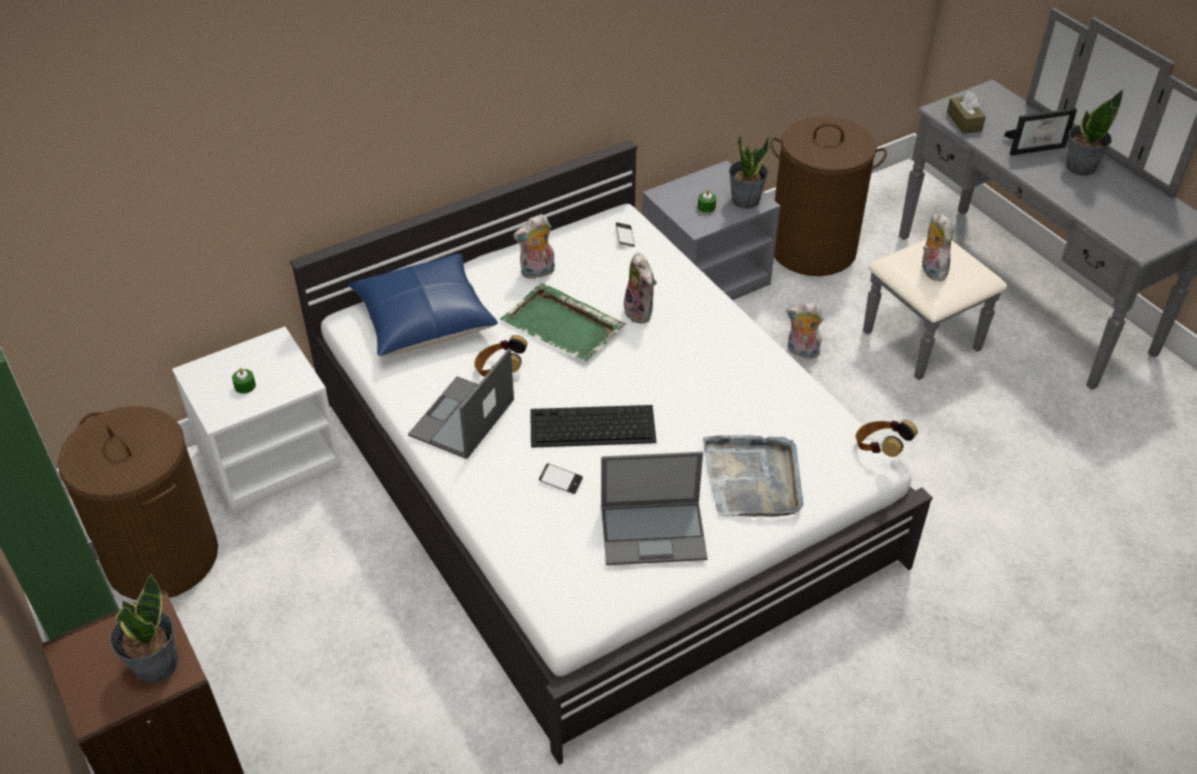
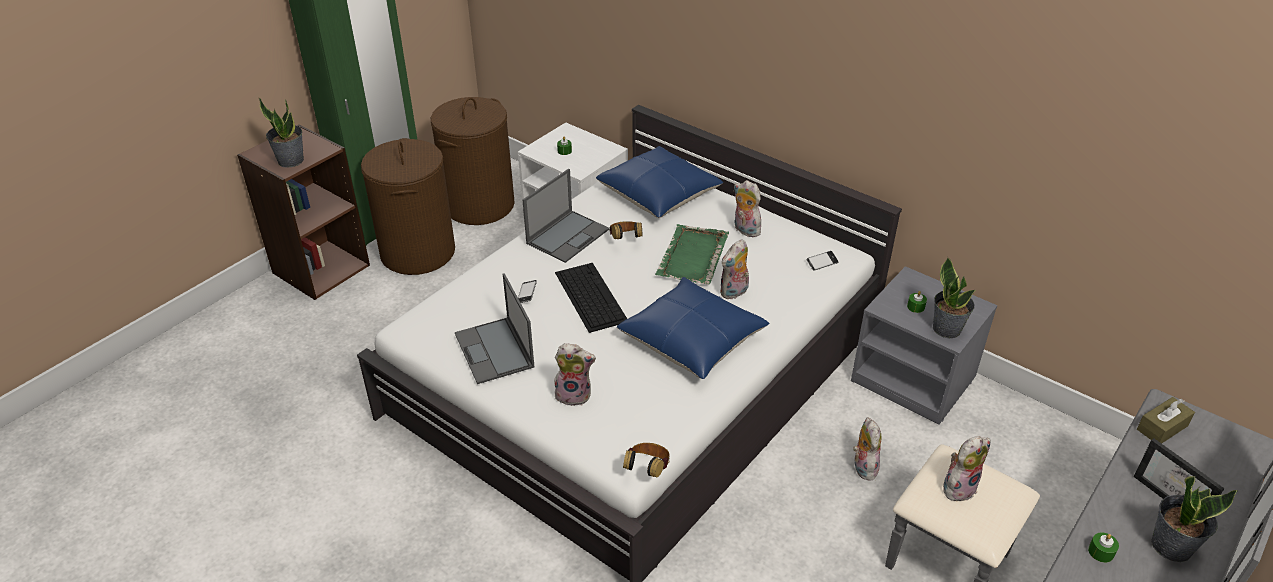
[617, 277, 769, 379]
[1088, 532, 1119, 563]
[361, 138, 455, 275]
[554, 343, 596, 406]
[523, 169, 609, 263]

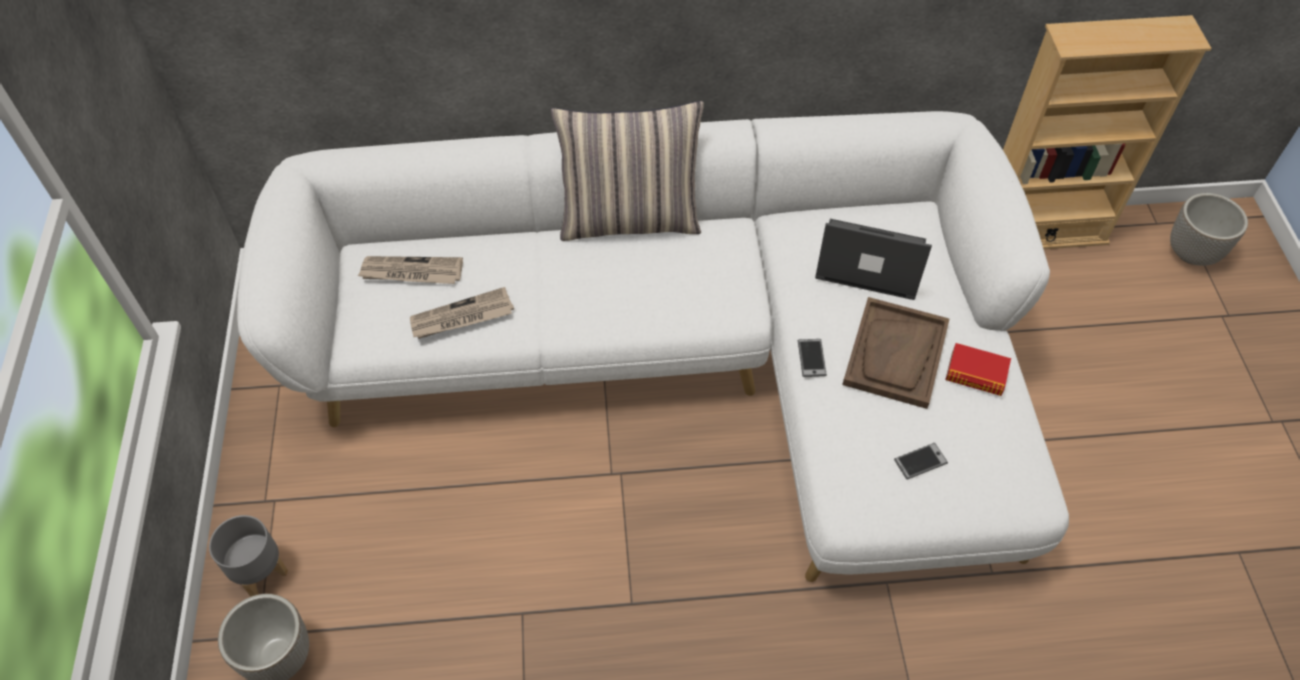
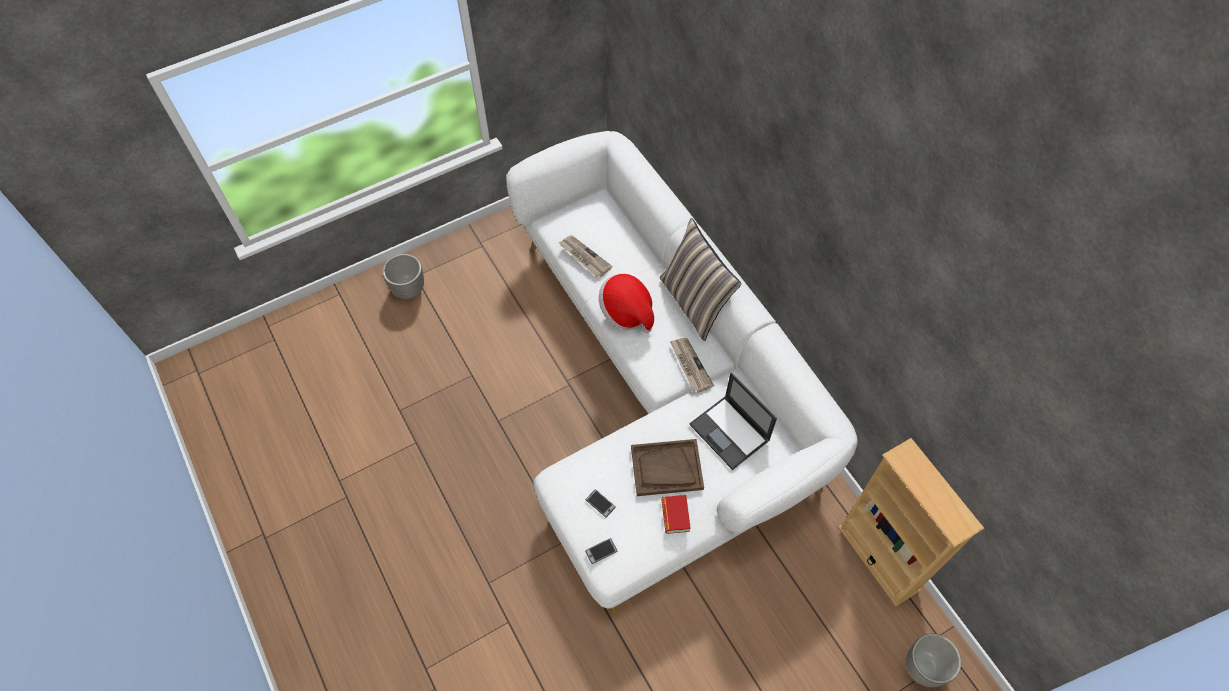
[209, 515, 288, 597] (first image)
[599, 273, 654, 333]
[670, 338, 714, 392]
[585, 538, 618, 564]
[690, 373, 777, 470]

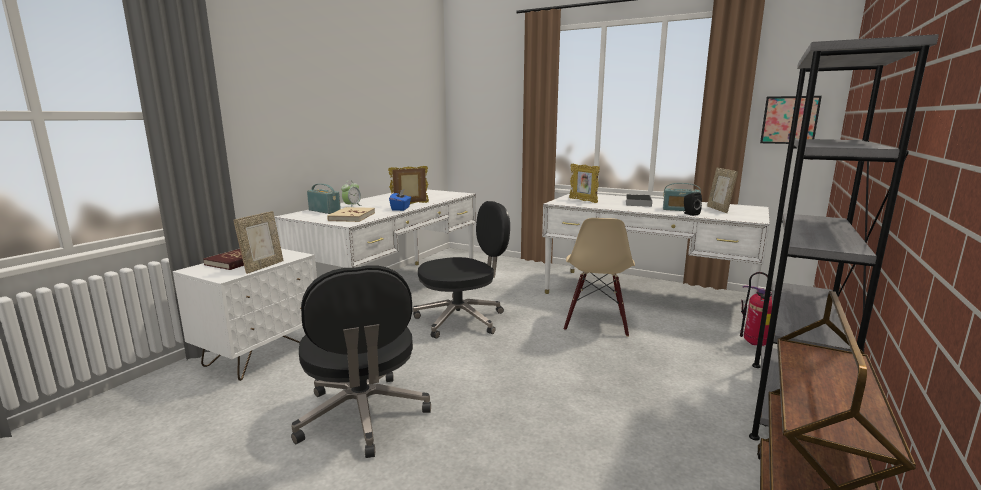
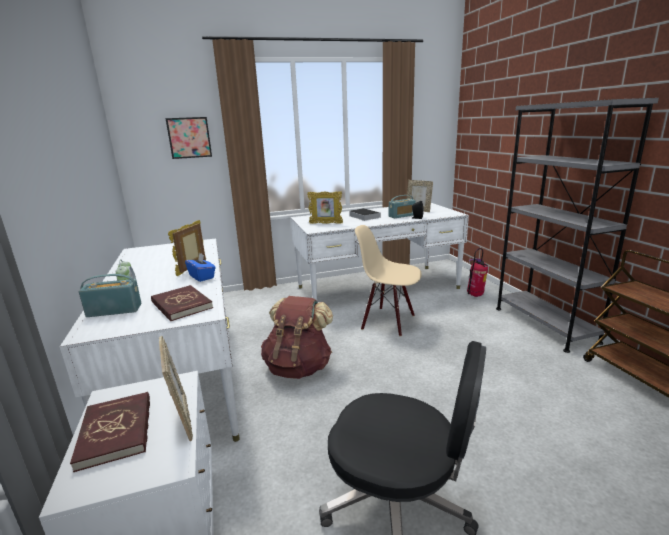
[166, 117, 212, 159]
[261, 296, 333, 379]
[151, 285, 213, 321]
[355, 225, 422, 337]

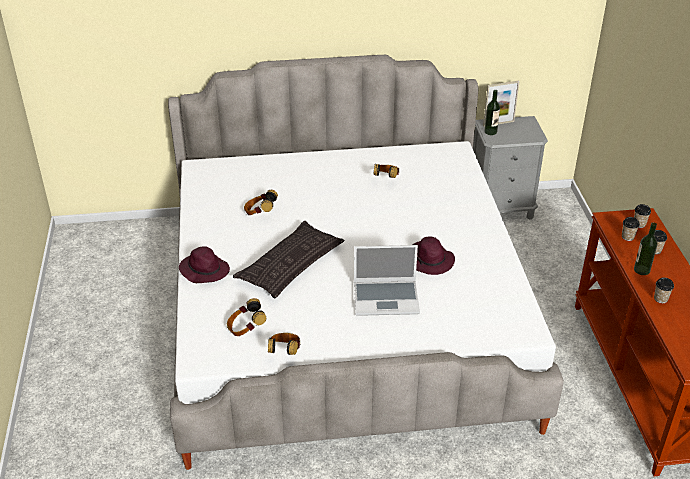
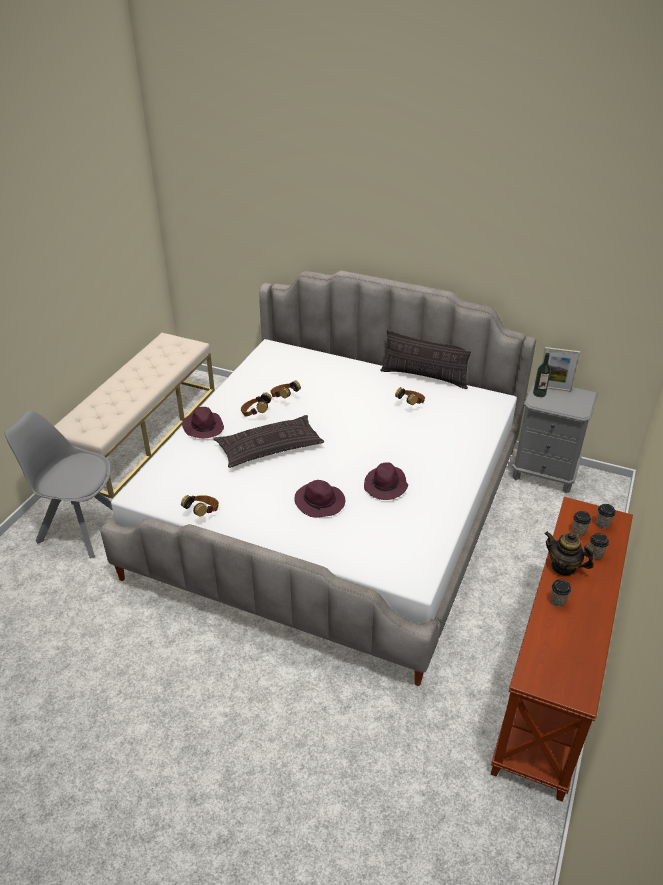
[5, 410, 113, 558]
[54, 333, 215, 499]
[380, 330, 471, 389]
[241, 392, 272, 417]
[294, 480, 345, 518]
[545, 531, 594, 576]

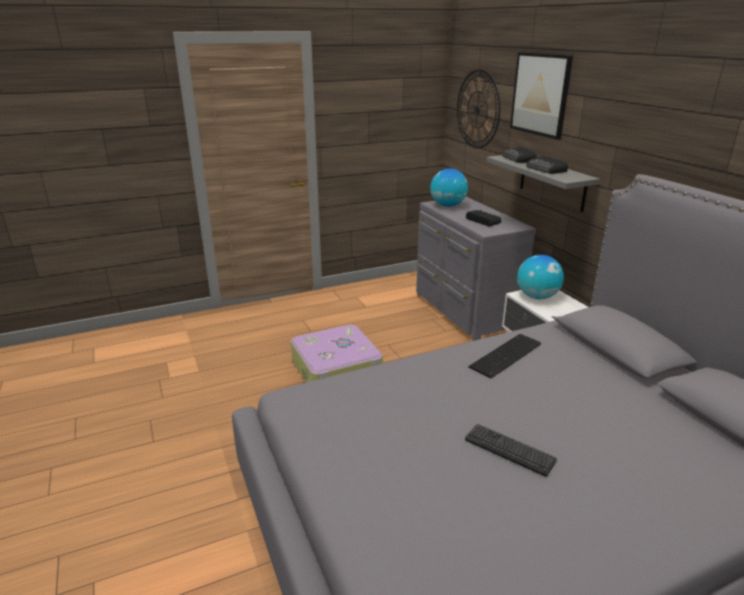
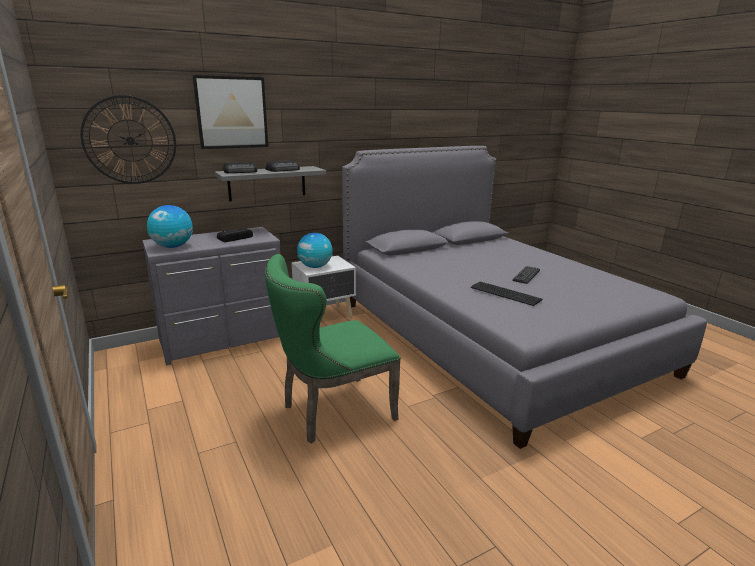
[471, 281, 543, 306]
[265, 254, 401, 443]

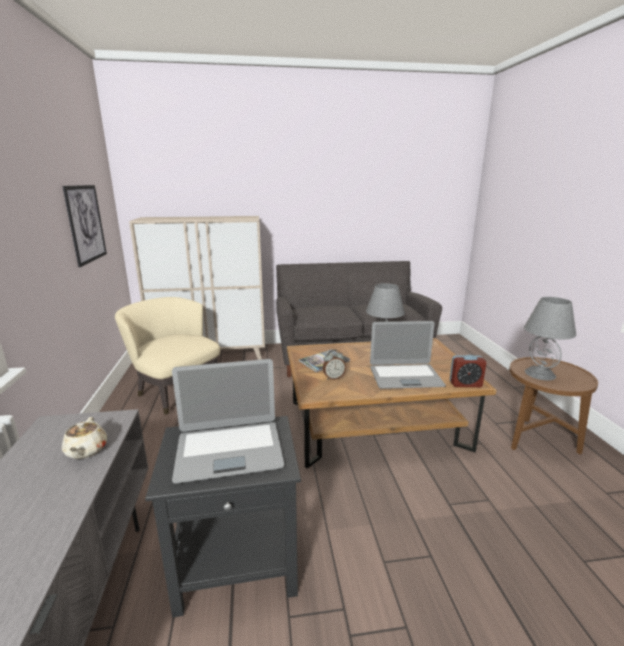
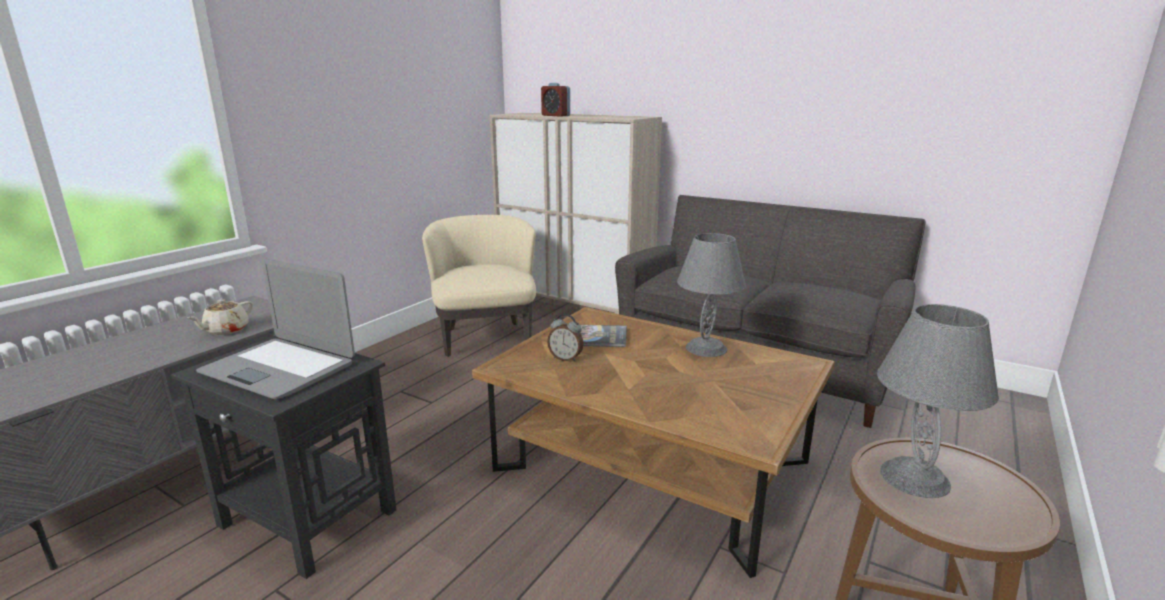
[62, 185, 107, 267] (first image)
[370, 321, 446, 389] (first image)
[541, 83, 570, 117]

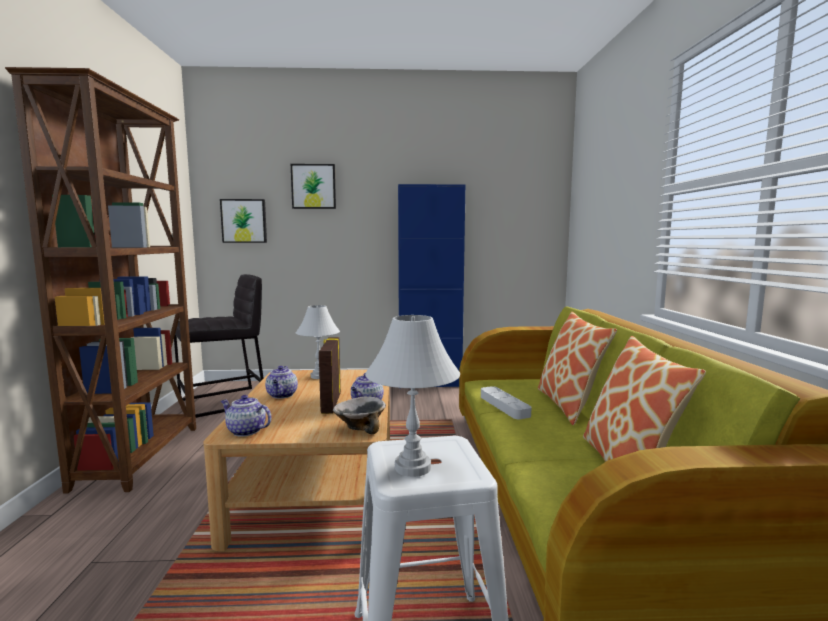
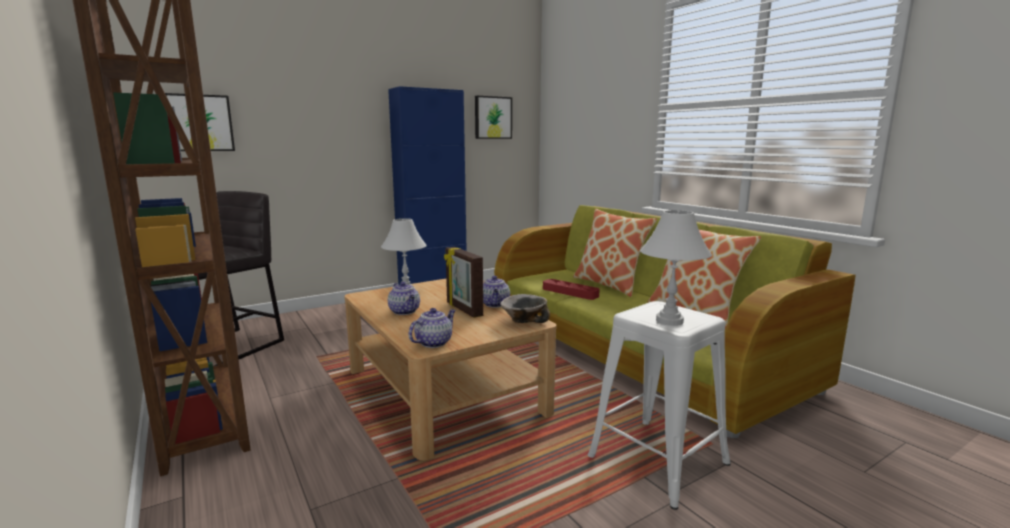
[475, 96, 512, 139]
[543, 279, 600, 300]
[409, 308, 456, 348]

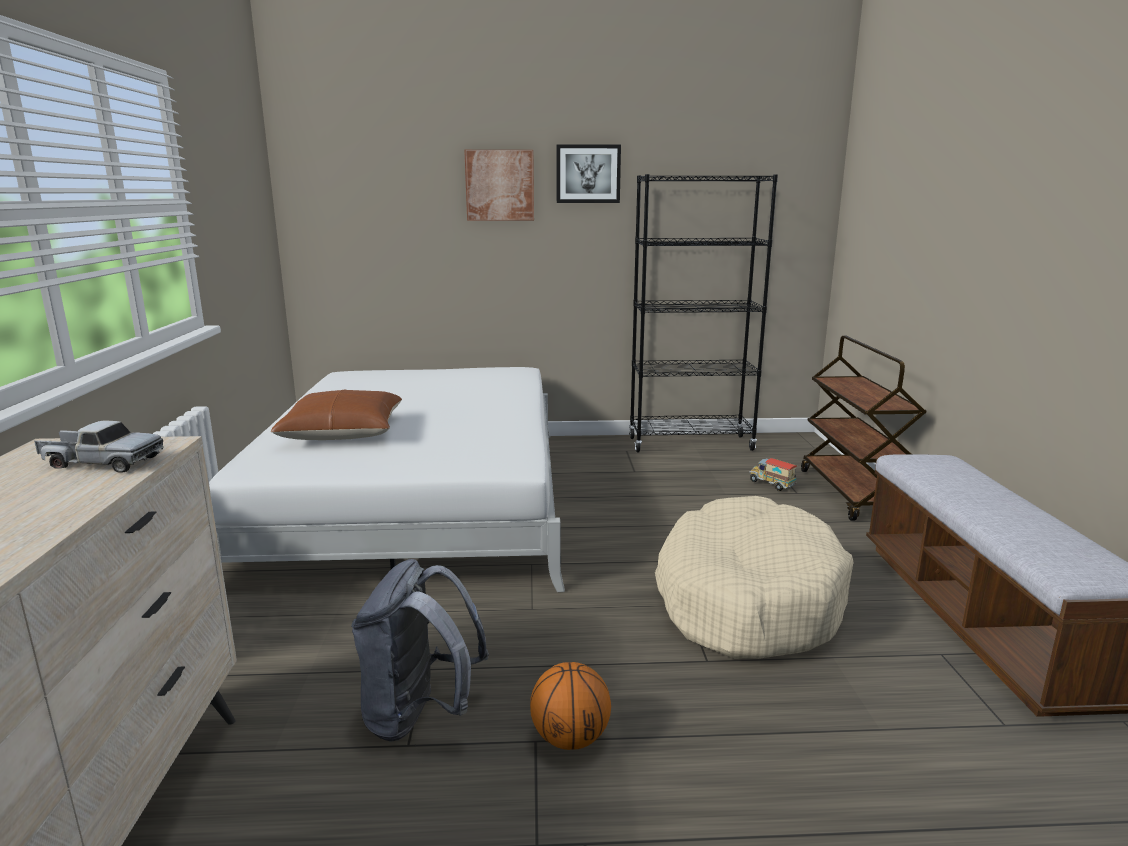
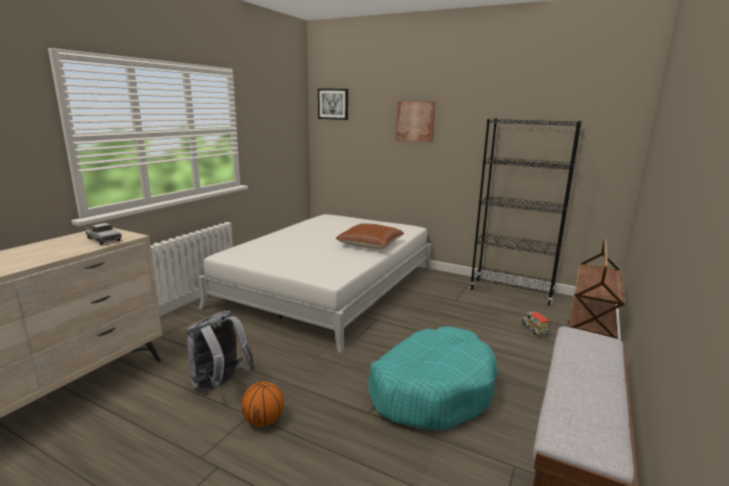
[336, 223, 404, 249]
[318, 89, 348, 120]
[368, 326, 498, 430]

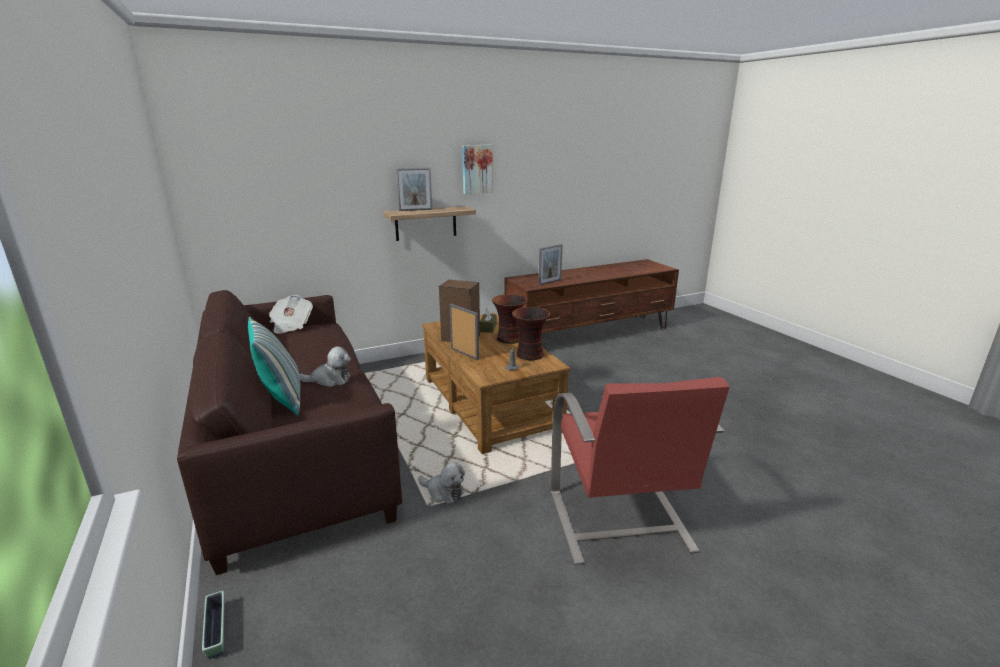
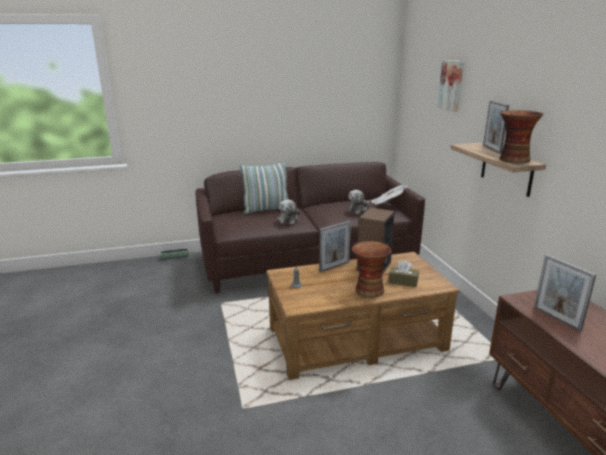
[551, 377, 730, 565] (first image)
[348, 190, 370, 214]
[437, 60, 464, 112]
[500, 110, 544, 163]

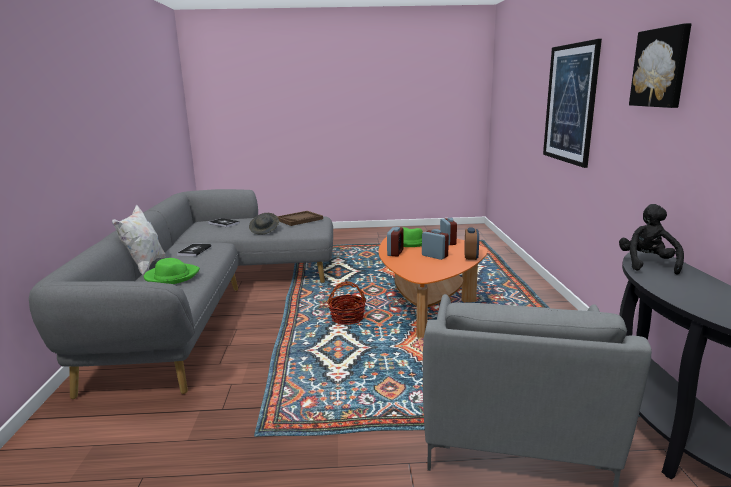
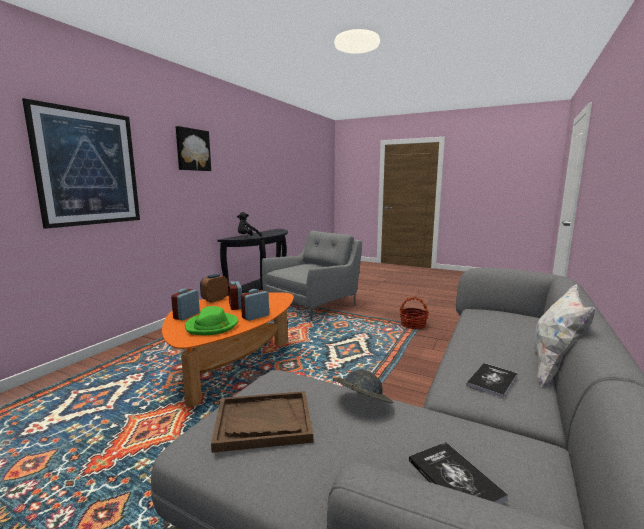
[144, 258, 200, 284] (first image)
[400, 297, 429, 329]

